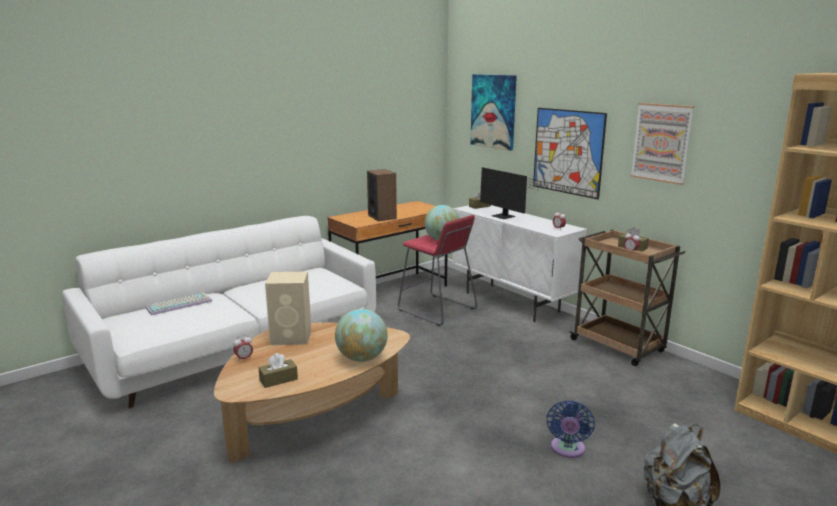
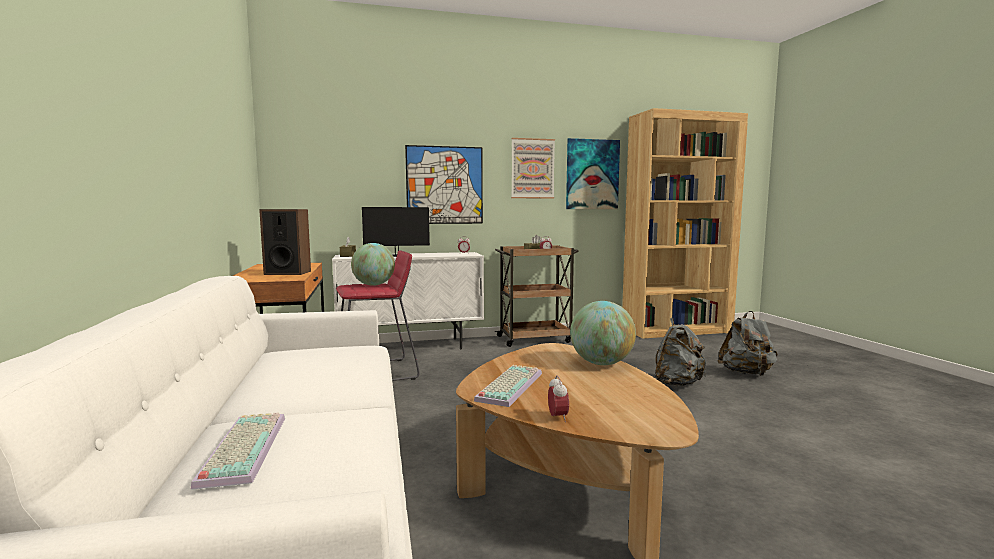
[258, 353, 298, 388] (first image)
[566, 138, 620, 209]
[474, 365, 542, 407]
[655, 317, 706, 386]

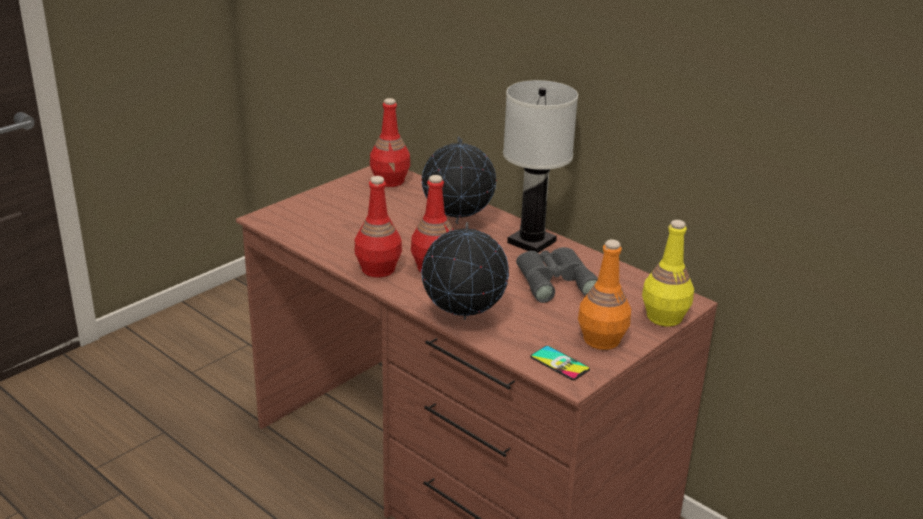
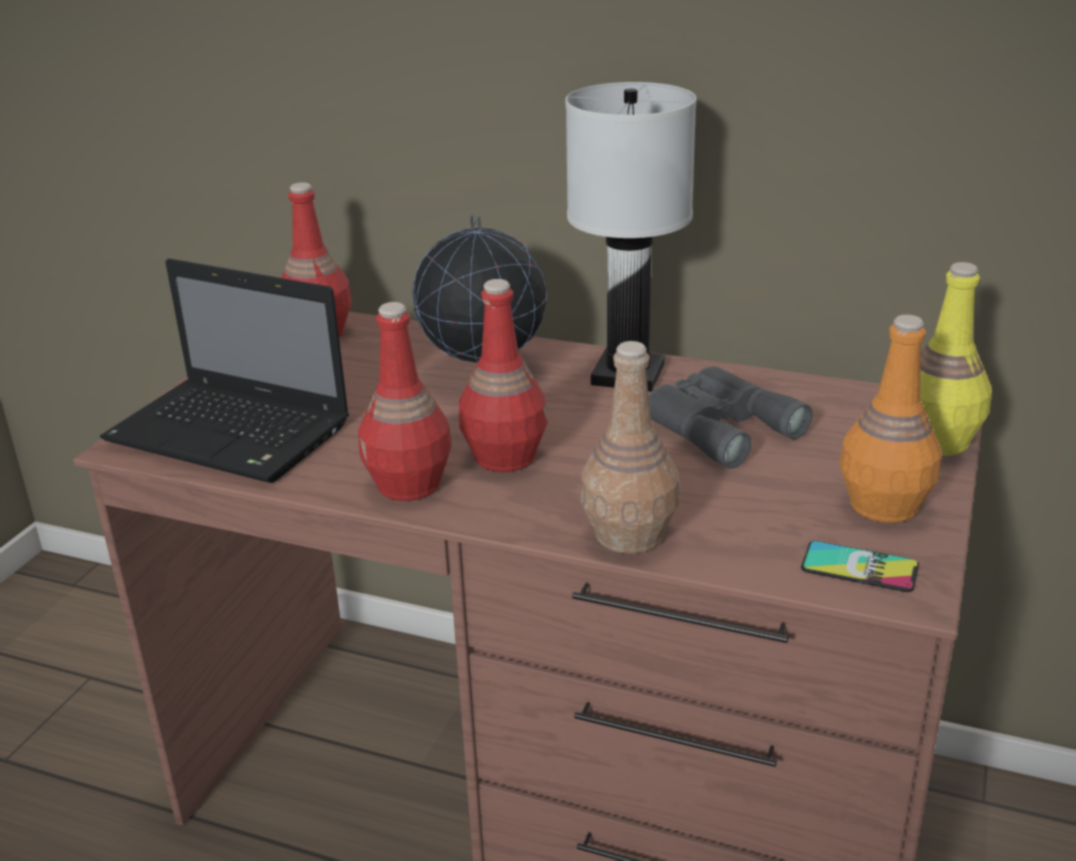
[100, 259, 349, 483]
[580, 341, 680, 554]

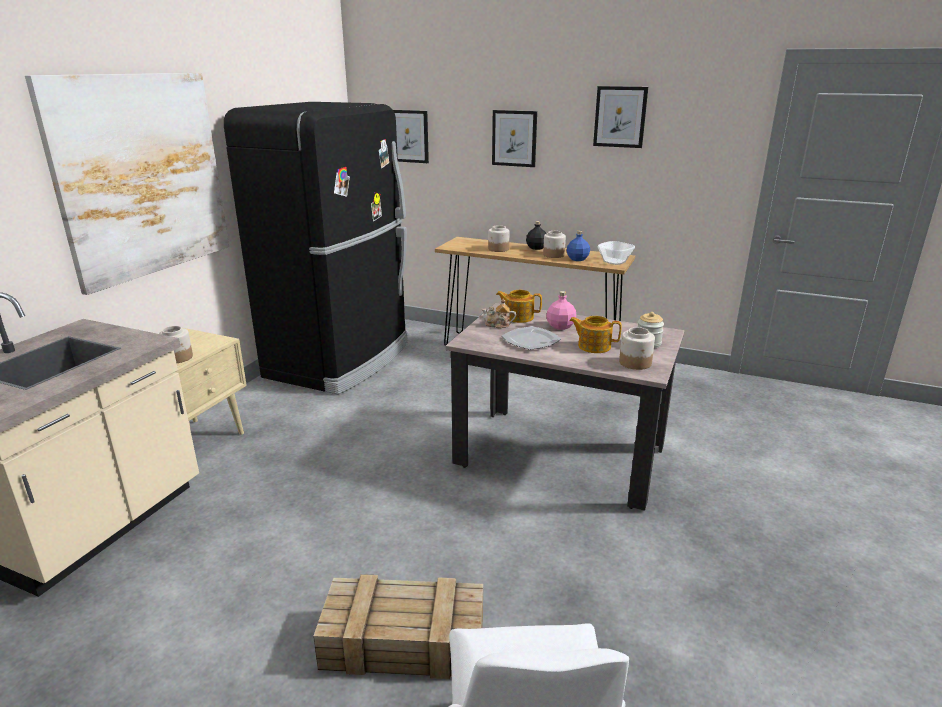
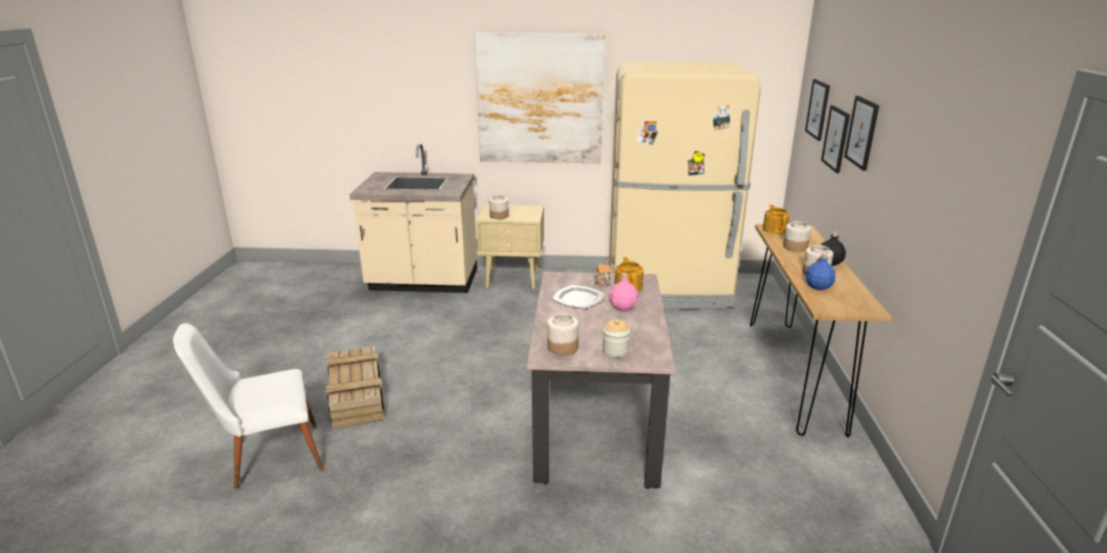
[597, 241, 635, 265] (first image)
[763, 205, 790, 234]
[821, 105, 850, 173]
[609, 61, 761, 309]

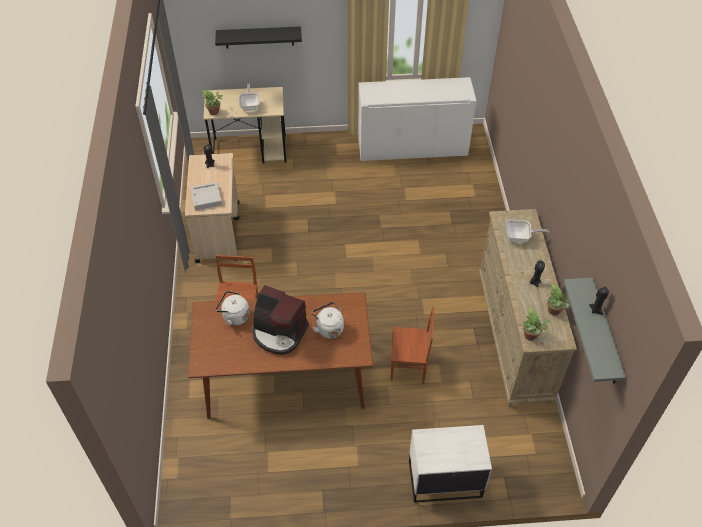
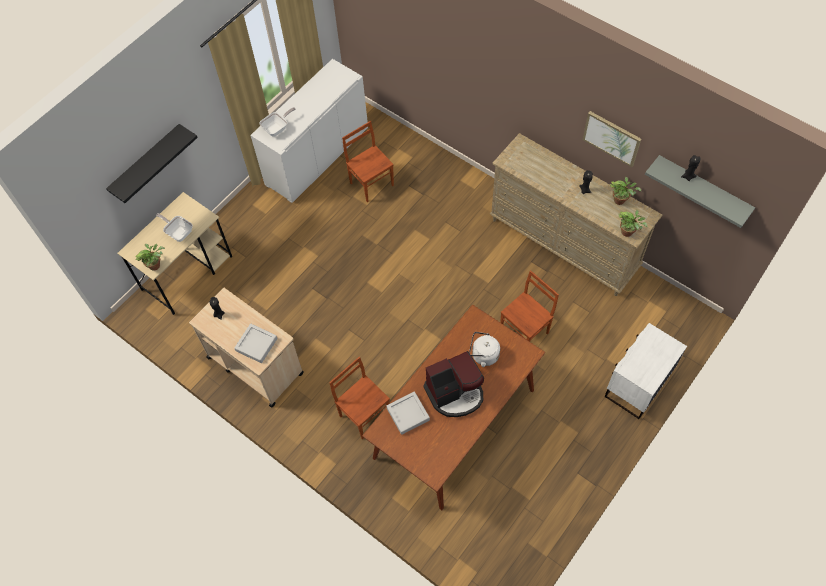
[342, 121, 394, 202]
[582, 111, 641, 167]
[259, 107, 296, 137]
[386, 392, 430, 435]

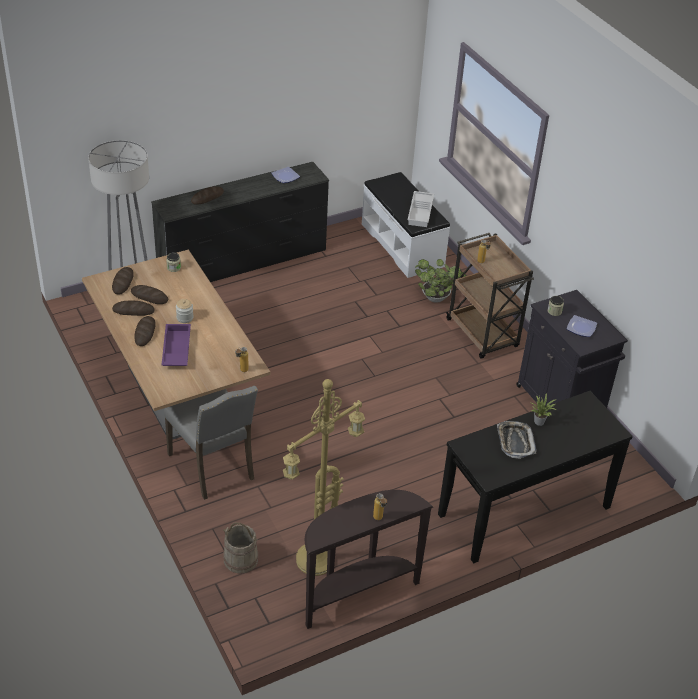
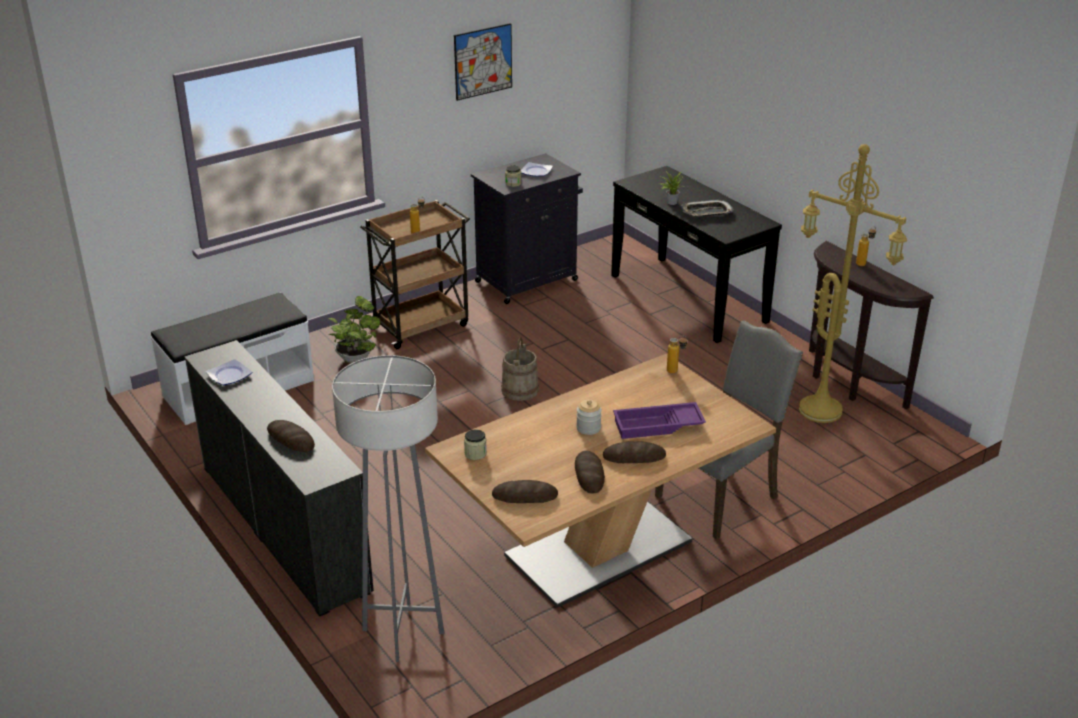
[131, 285, 169, 304] (first image)
[408, 191, 434, 227] (first image)
[454, 23, 512, 101]
[501, 337, 539, 401]

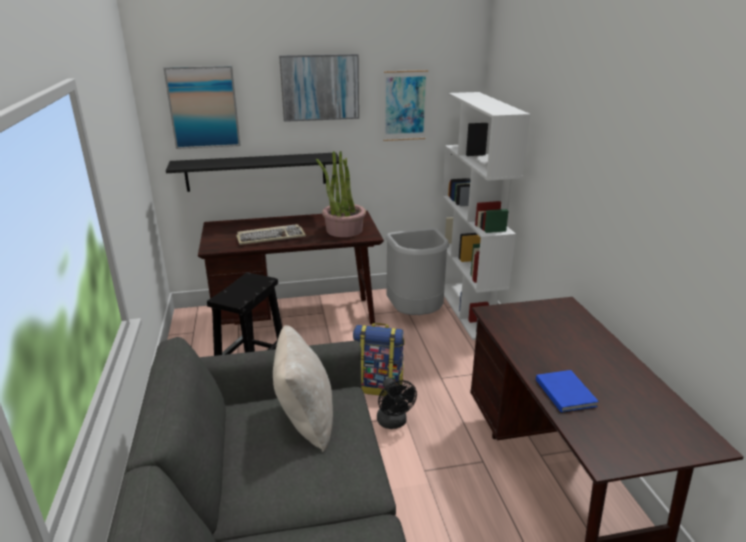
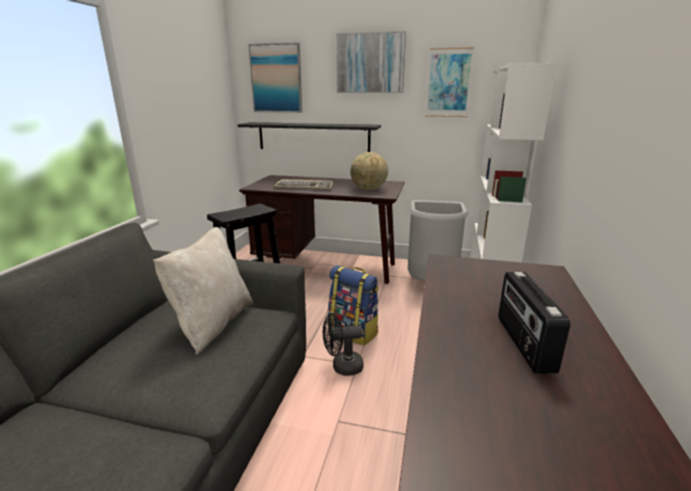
[536, 370, 599, 413] (first image)
[498, 272, 570, 374]
[350, 152, 388, 190]
[323, 313, 364, 376]

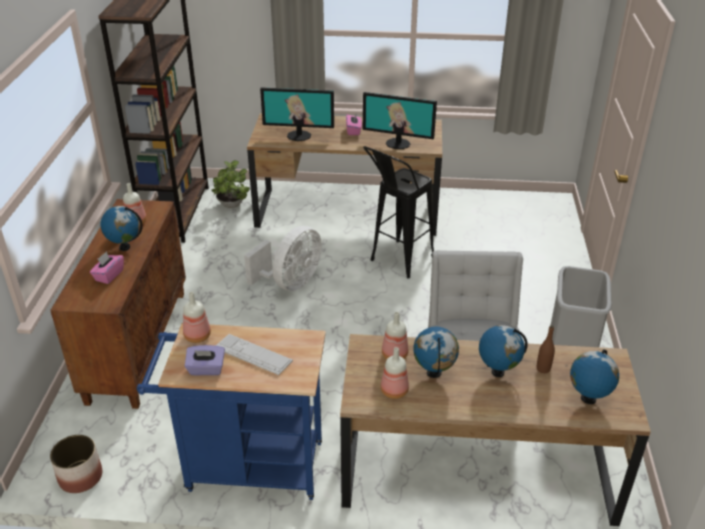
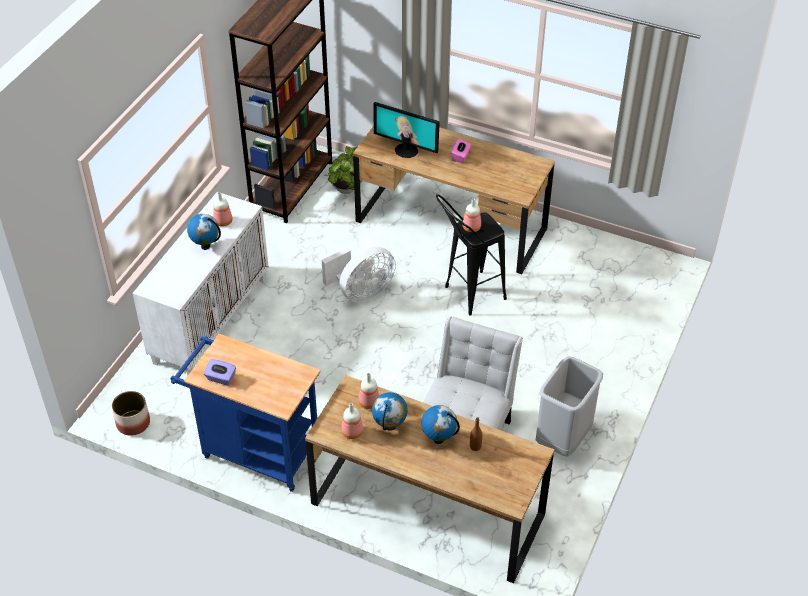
[90, 251, 124, 284] (first image)
[216, 334, 293, 375] (first image)
[363, 92, 437, 149] (first image)
[570, 349, 619, 404] (first image)
[463, 198, 481, 232]
[132, 192, 269, 376]

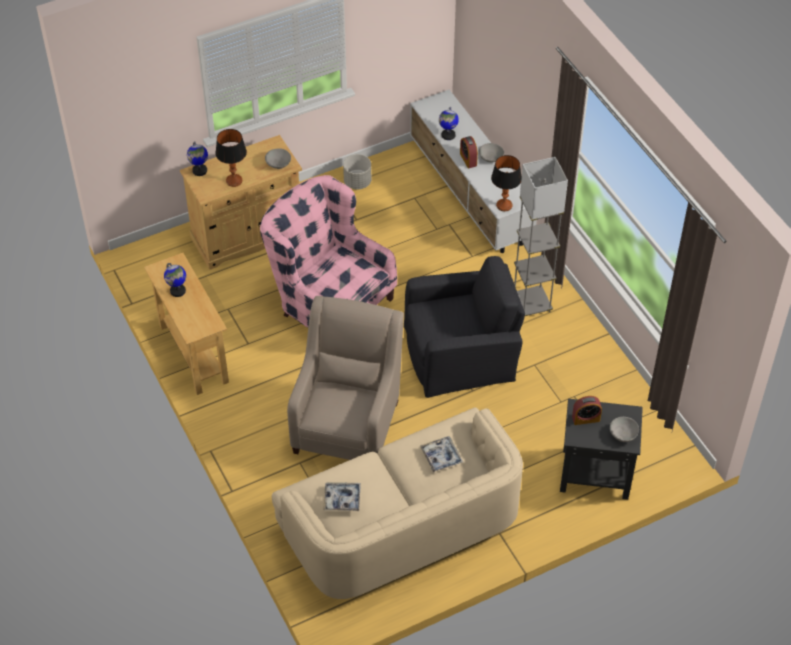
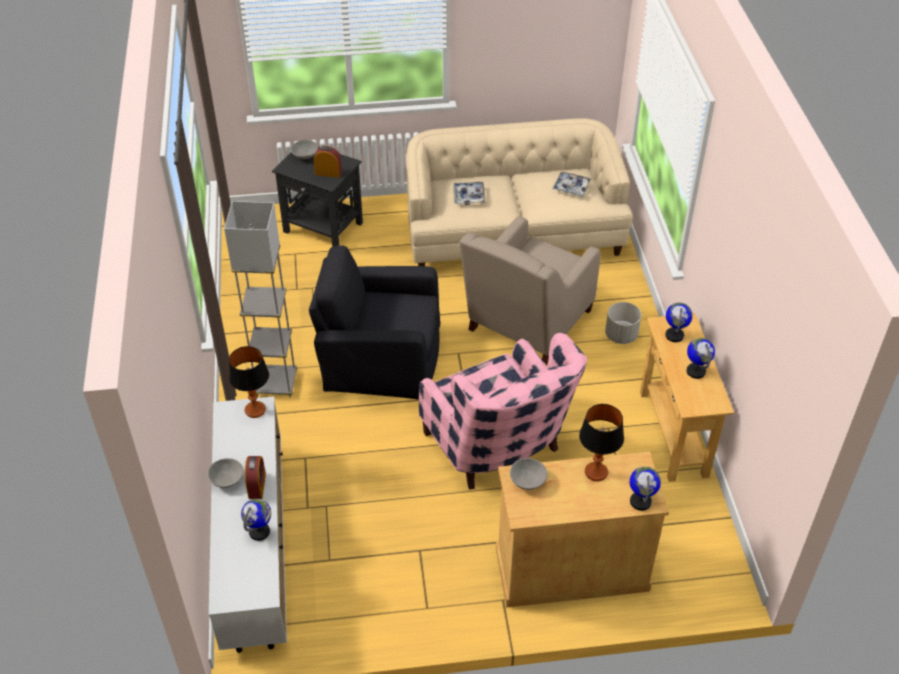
[665, 303, 693, 342]
[605, 302, 641, 344]

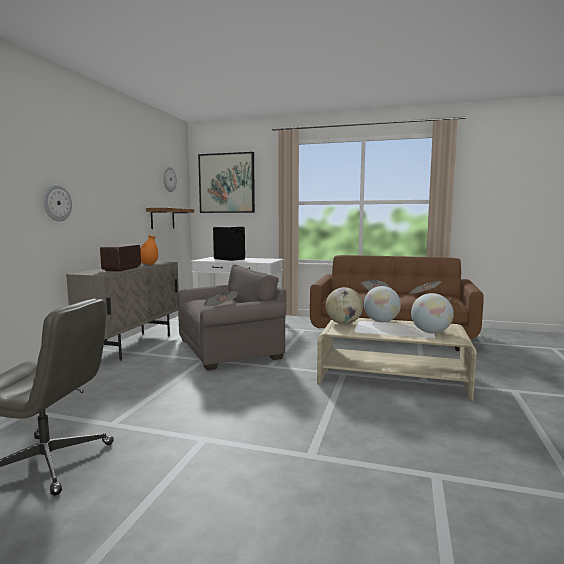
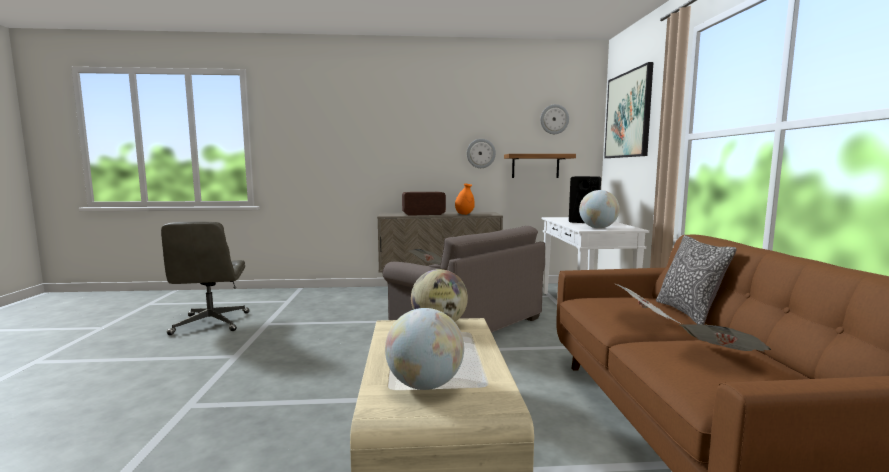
[656, 235, 737, 325]
[467, 139, 496, 168]
[579, 190, 620, 228]

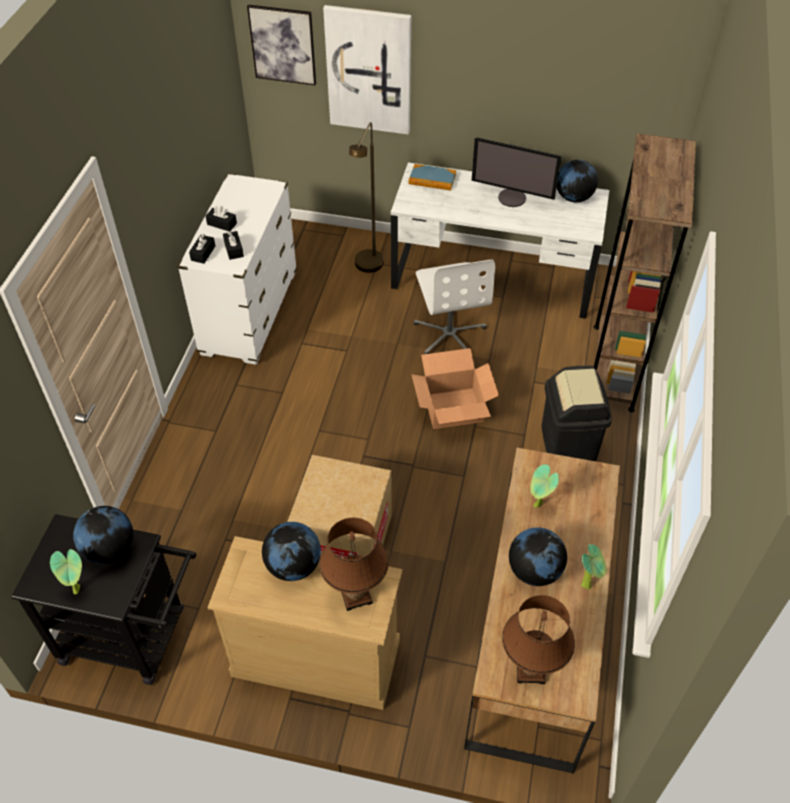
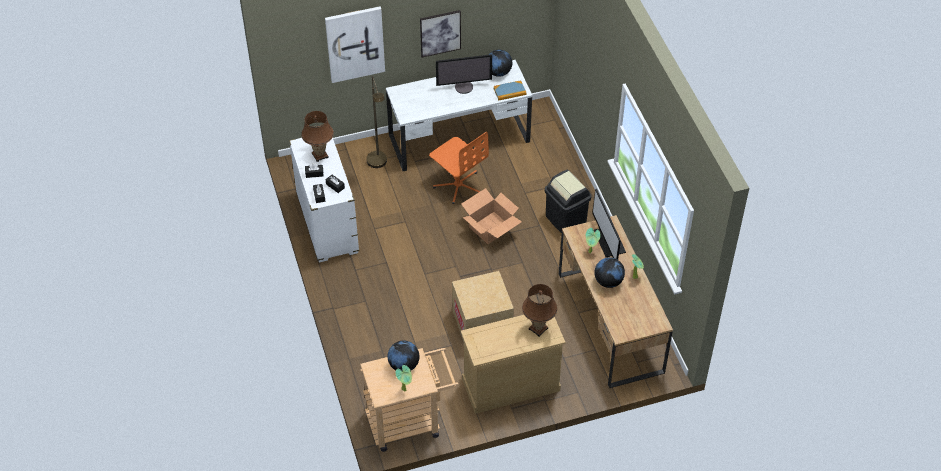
[262, 522, 321, 581] (first image)
[594, 134, 696, 412] (first image)
[592, 189, 626, 260]
[420, 10, 461, 58]
[493, 80, 526, 101]
[301, 111, 334, 162]
[360, 348, 459, 452]
[429, 132, 489, 204]

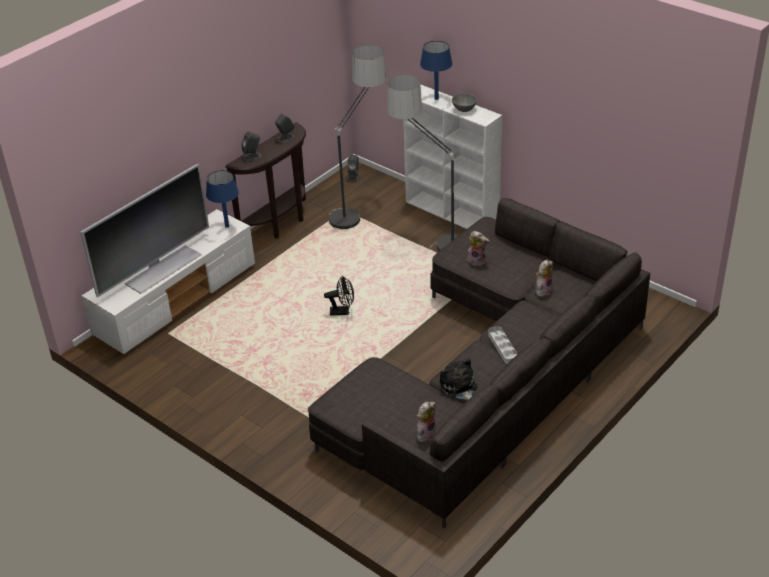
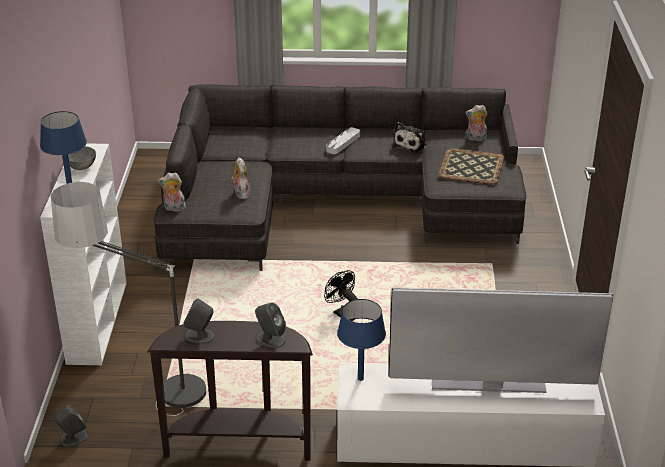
[387, 75, 459, 251] (first image)
[438, 148, 504, 185]
[158, 172, 186, 211]

